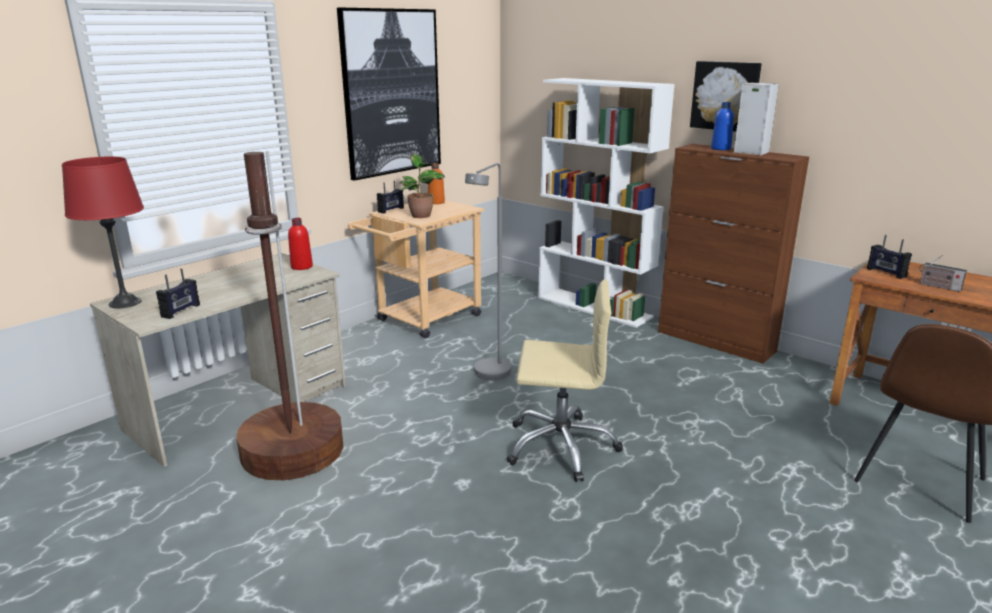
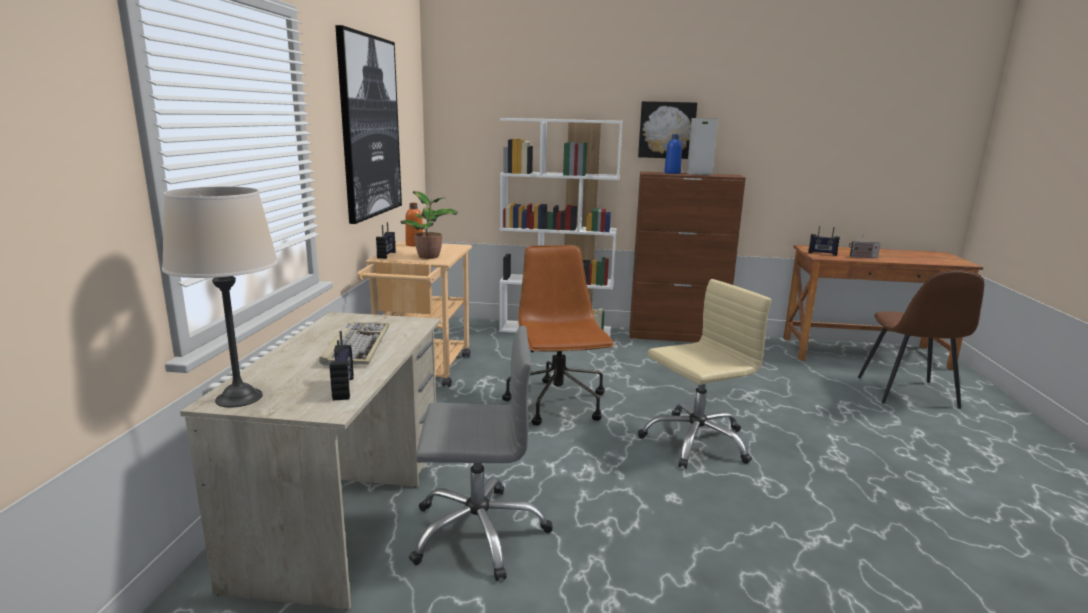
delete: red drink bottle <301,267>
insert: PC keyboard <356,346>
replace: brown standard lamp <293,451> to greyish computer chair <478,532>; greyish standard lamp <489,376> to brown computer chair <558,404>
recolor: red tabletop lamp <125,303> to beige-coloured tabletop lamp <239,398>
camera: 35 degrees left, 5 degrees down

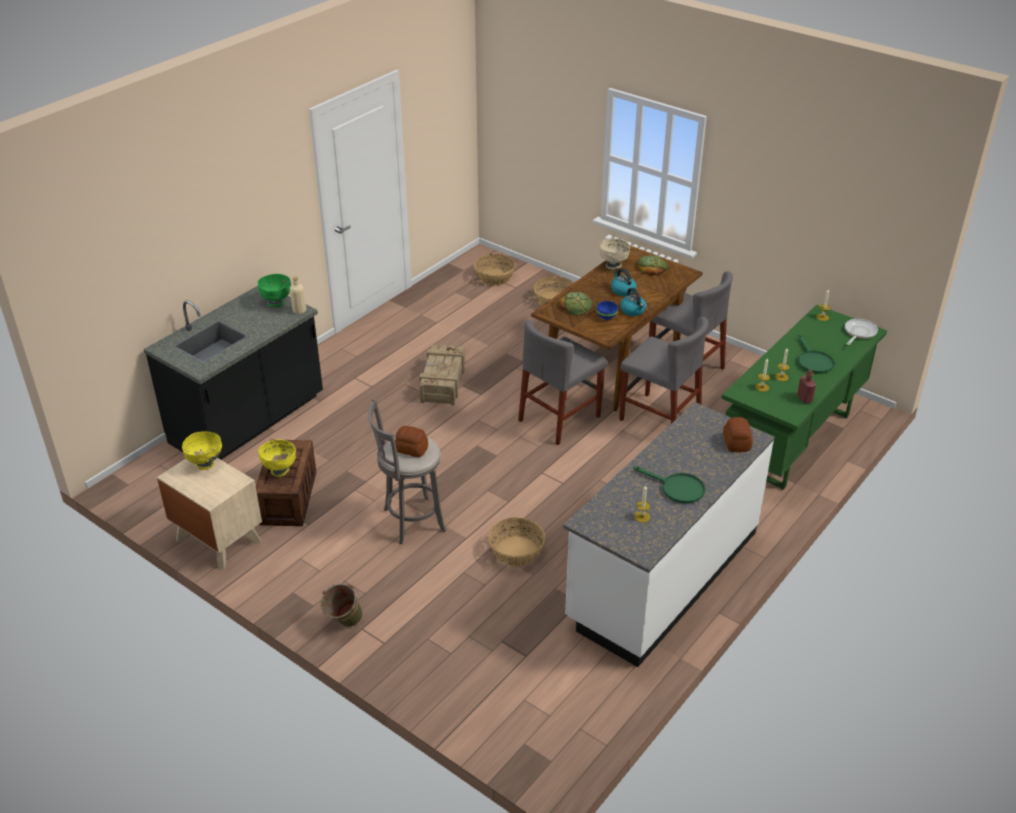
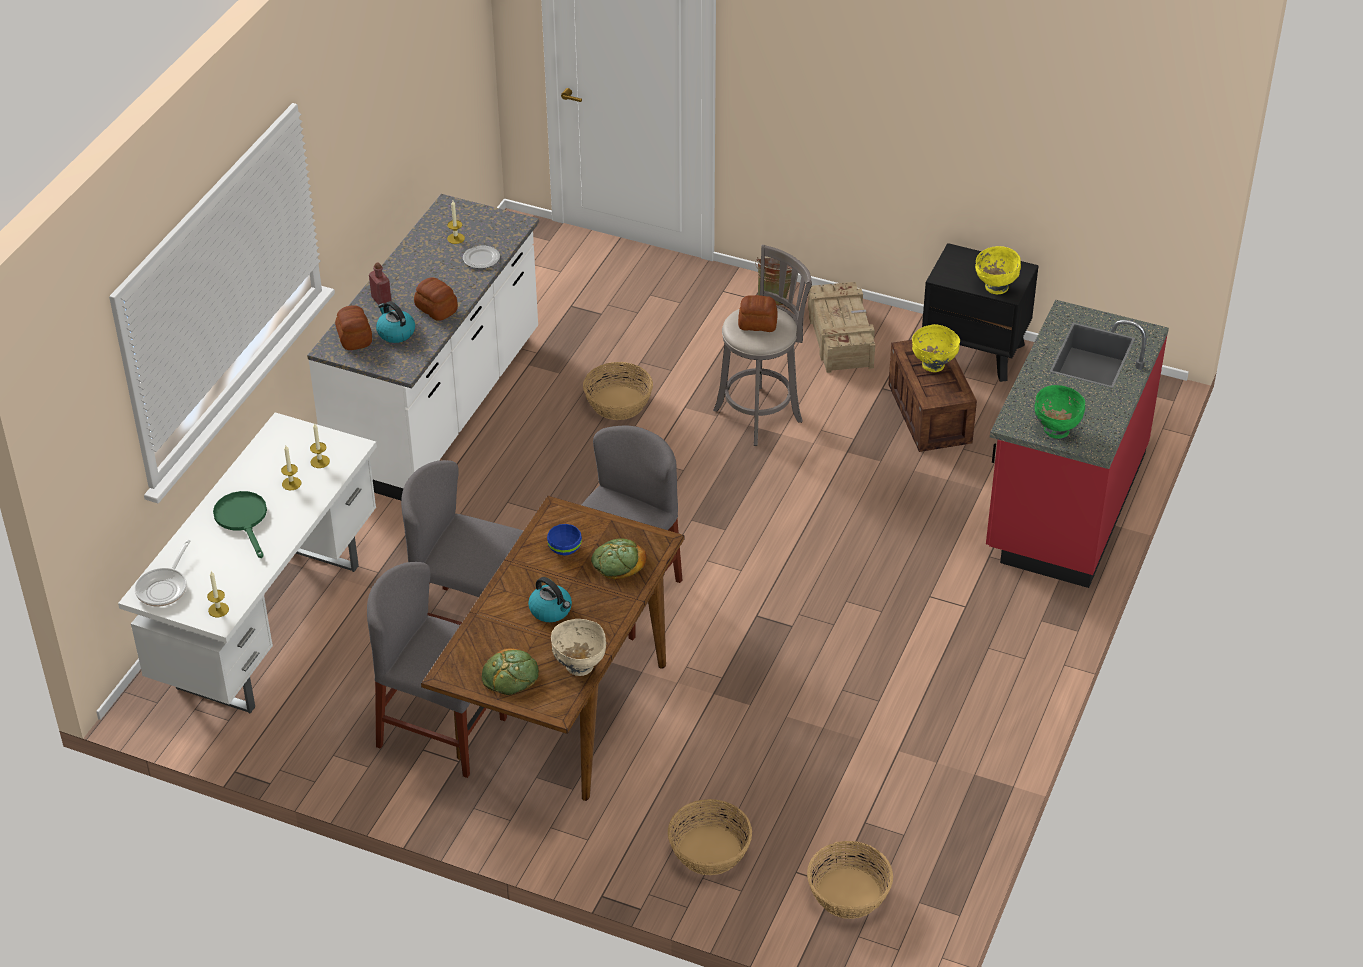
delete: beige-coloured drink bottle <299,311>; greenish frying pan <677,488>
insert: baked bread <436,308>; flat dish <481,259>
move: shipping crate <442,383> to <841,337>; water kettle <633,310> to <395,333>; red drink bottle <804,398> to <381,300>
recolor: black-coloured kitchen base unit <248,422> to red kitchen base unit <1064,504>; beige-coloured night table <218,540> to black-coloured night table <975,352>; greenish desk unit <792,441> to whitish desk unit <268,625>
camera: 165 degrees right, 5 degrees up

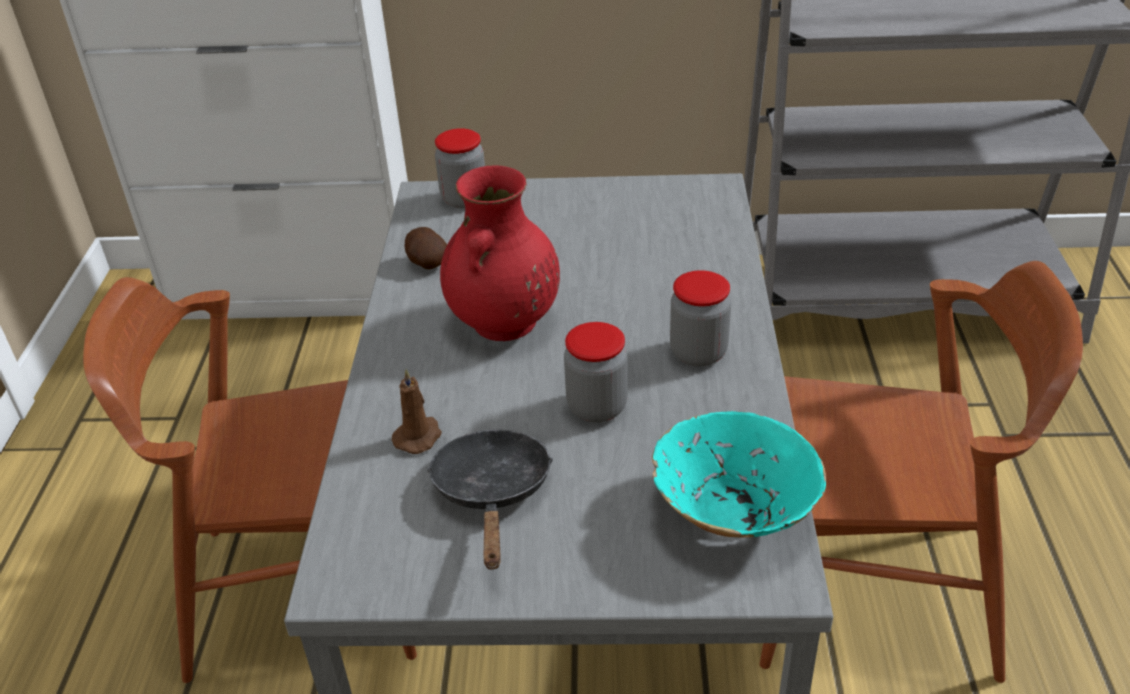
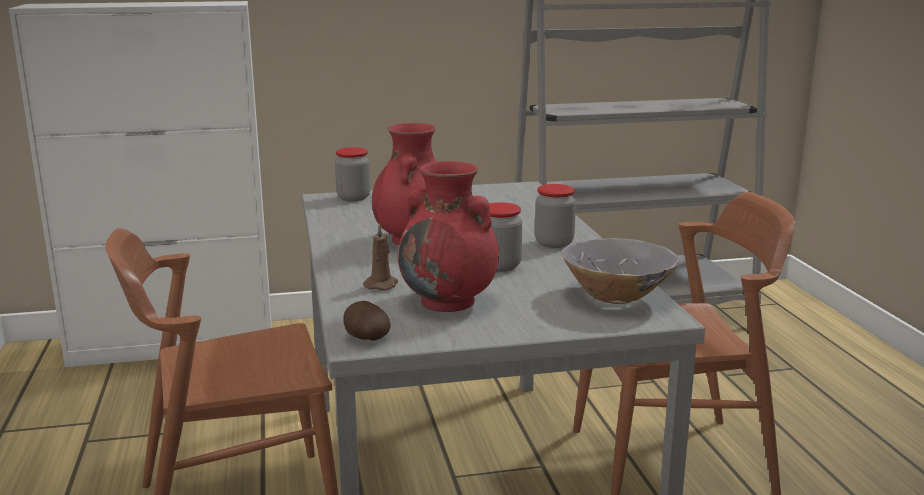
move: potato <426,263> to <365,338>
replace: black-coloured frying pan <493,493> to red flower vase <449,301>
recolor: turquoise serving bowl <732,513> to greyish serving bowl <616,296>
camera: 15 degrees left, 20 degrees down

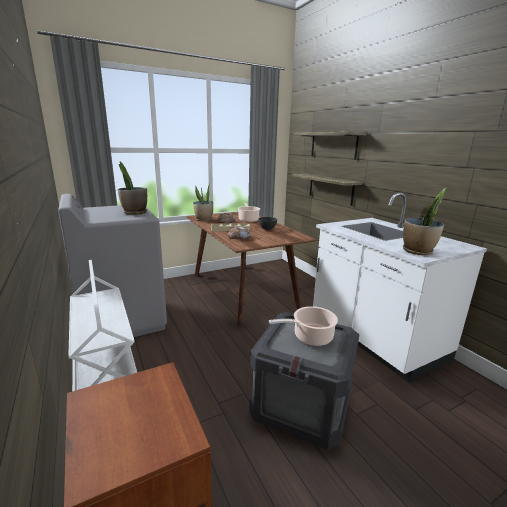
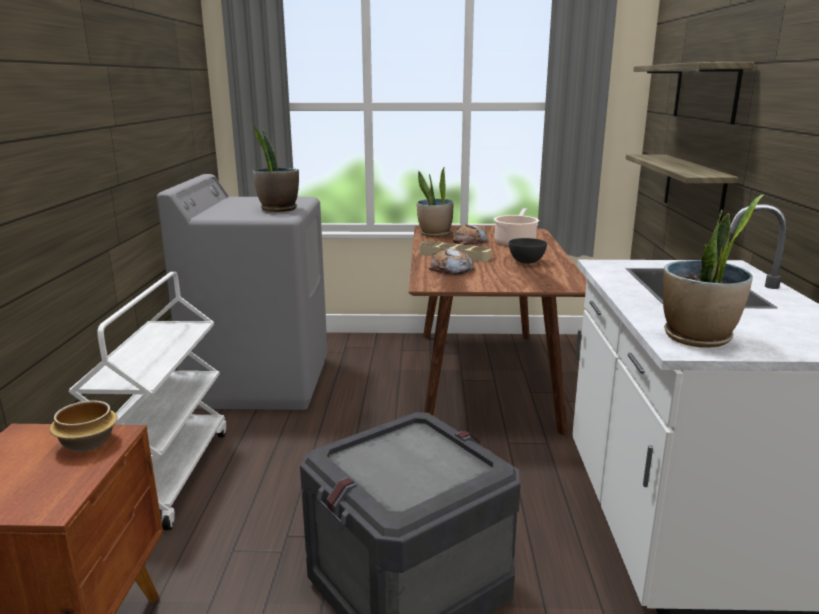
delete: saucepot <310,337>
insert: serving bowl <87,442>
camera: 30 degrees right, 0 degrees up

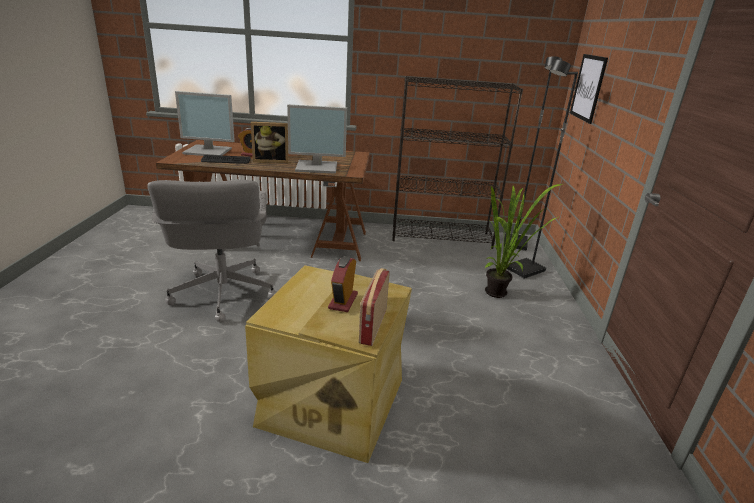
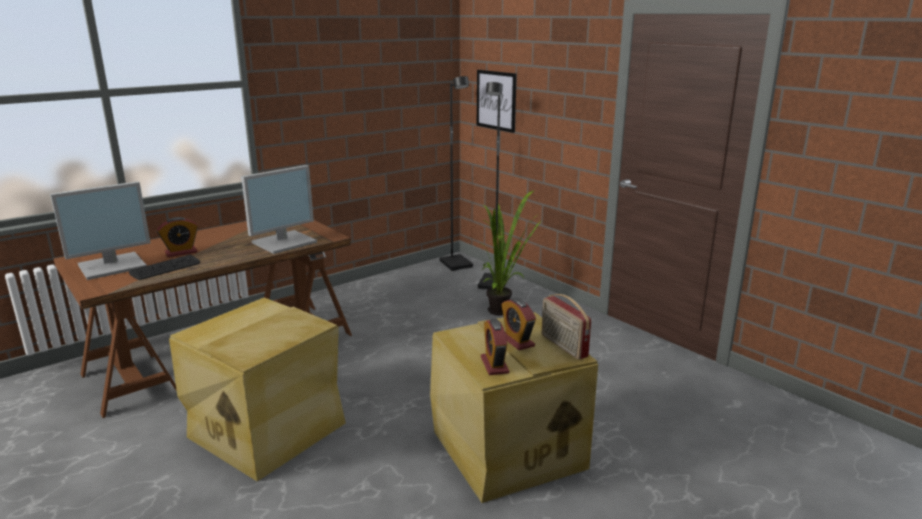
delete: photo frame <271,161>; black-coloured bookcase <441,237>
insert: bedside clock <494,365>
replace: greyish computer chair <222,294> to beige-coloured storage bin <265,430>
camera: 40 degrees left, 5 degrees down

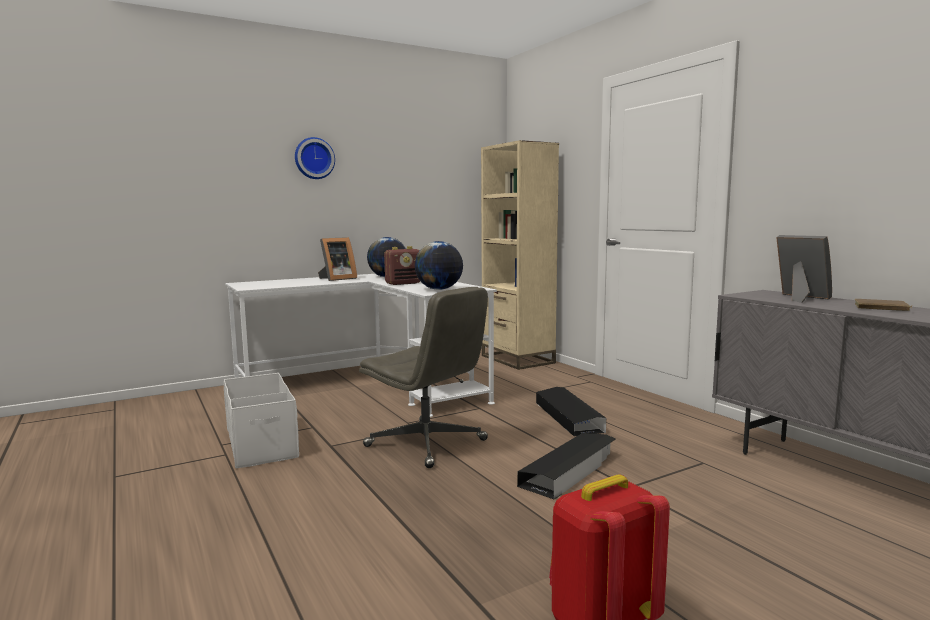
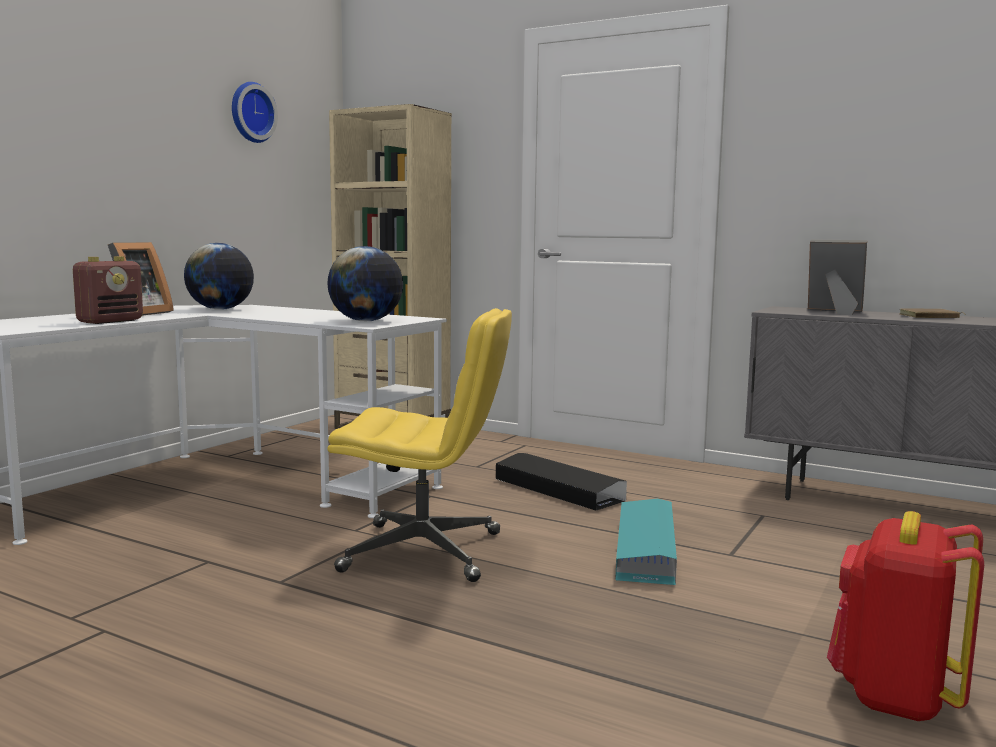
delete: whitish storage bin <262,443>
move: wall clock <314,158> to <250,112>; radio set <403,283> to <111,321>
recolor: greyish computer chair <427,443> to yellow computer chair <425,552>; black-coloured storage bin <570,470> to turquoise storage bin <646,550>
camera: 30 degrees left, 0 degrees up

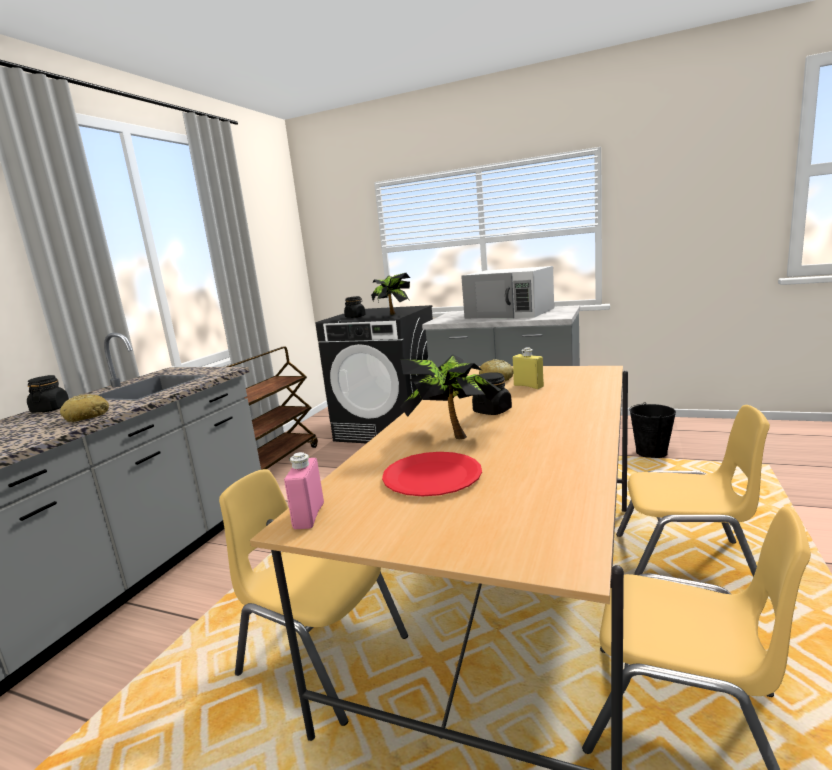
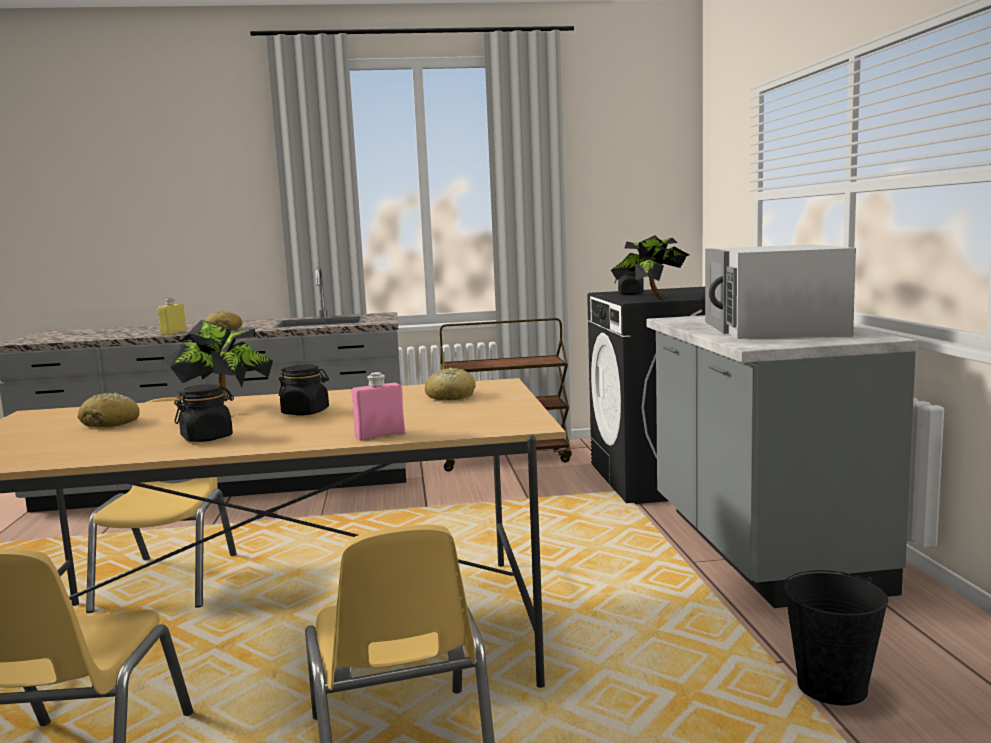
move: black-coloured preserve jar <50,409> to <207,438>; pink drink bottle <309,516> to <380,435>; yellow drink bottle <528,386> to <173,333>
replace: red flat dish <432,476> to baked bread <111,423>
camera: 60 degrees right, 5 degrees down

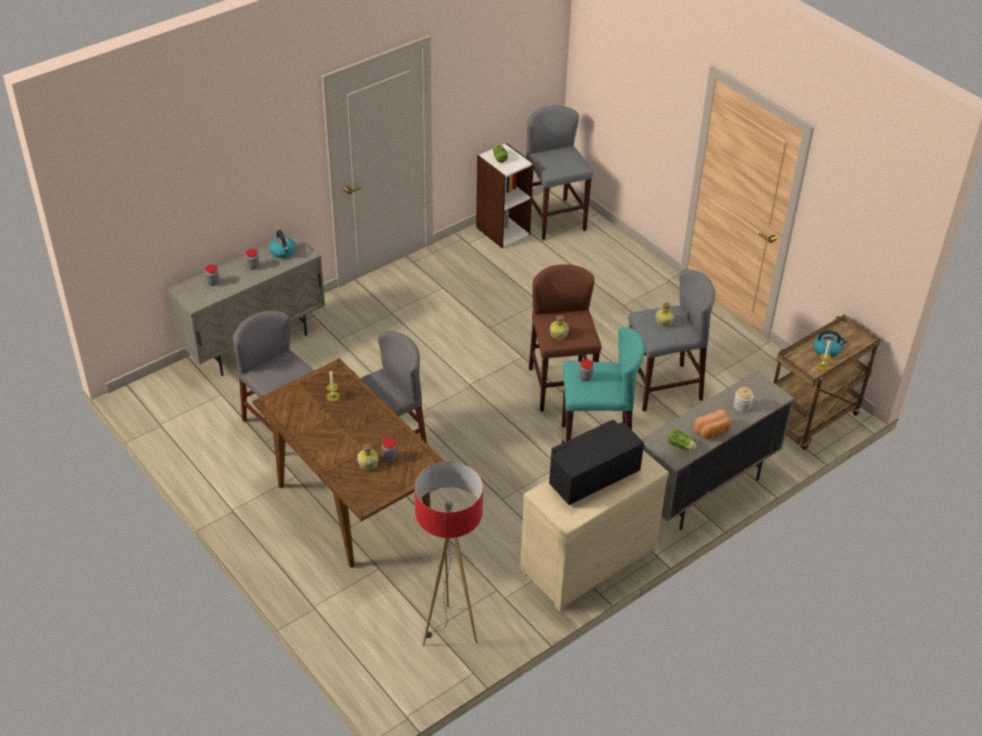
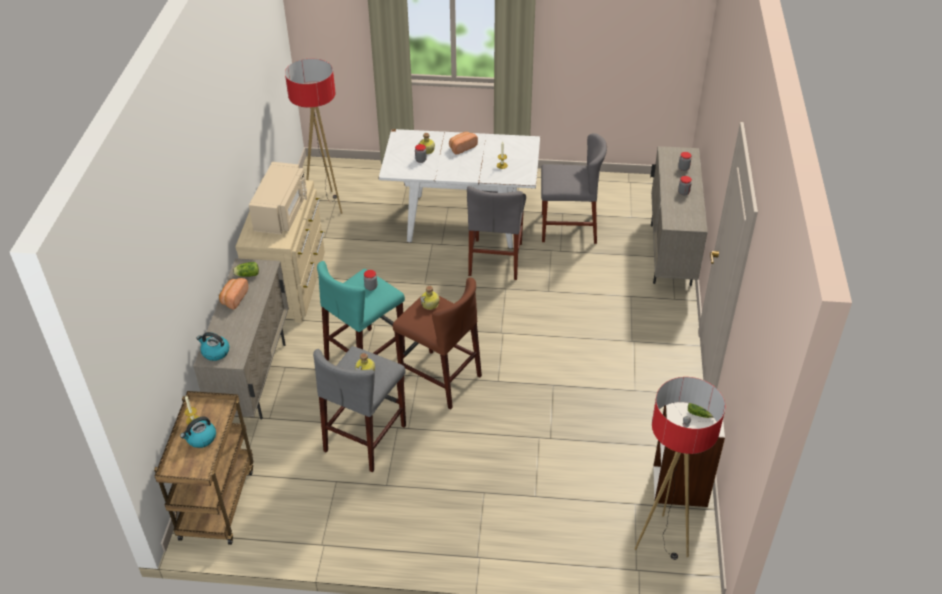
delete: preserve jar <742,406>
insert: baked bread <462,147>
move: water kettle <283,252> to <215,352>
replace: greyish sitting stool <554,219> to standard lamp <662,541>
recolor: brown kitchen table <355,504> to whitish kitchen table <462,221>; black-coloured kitchen microwave <592,476> to beige-coloured kitchen microwave <282,212>
camera: 135 degrees right, 0 degrees up

